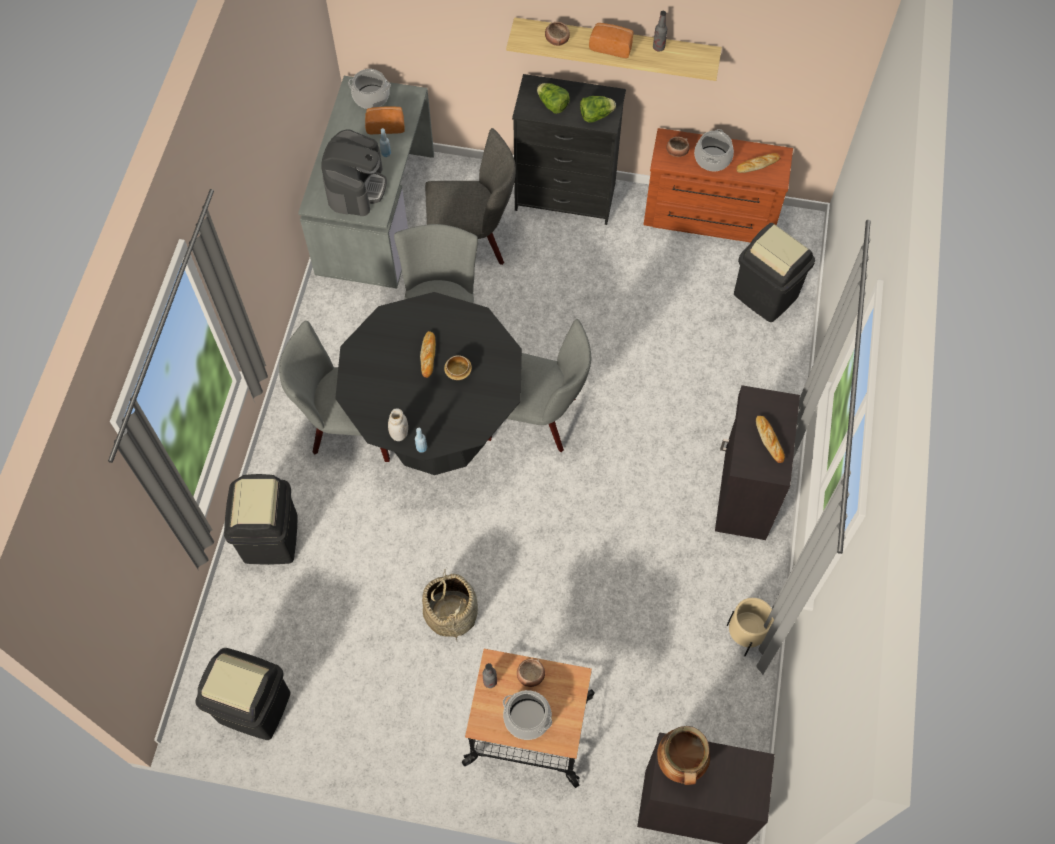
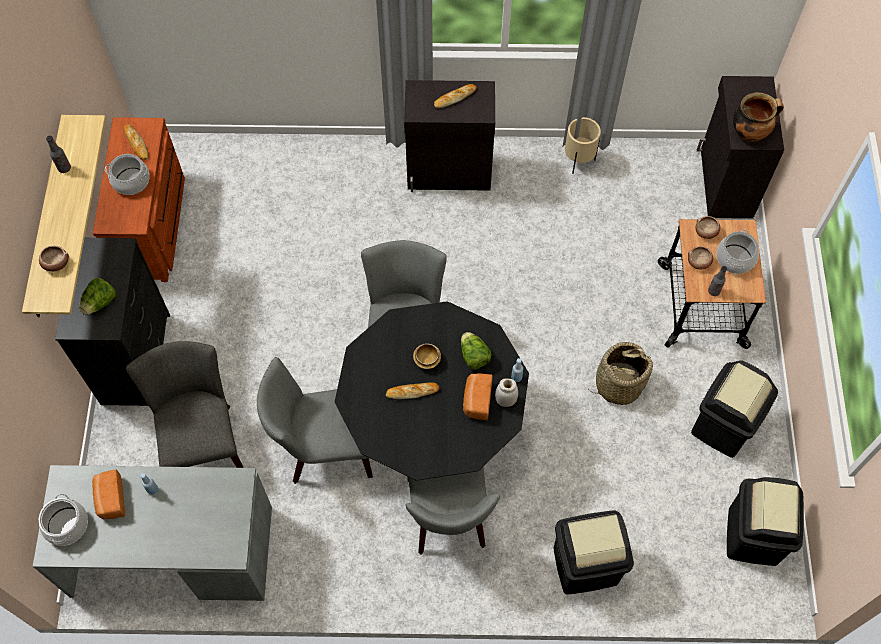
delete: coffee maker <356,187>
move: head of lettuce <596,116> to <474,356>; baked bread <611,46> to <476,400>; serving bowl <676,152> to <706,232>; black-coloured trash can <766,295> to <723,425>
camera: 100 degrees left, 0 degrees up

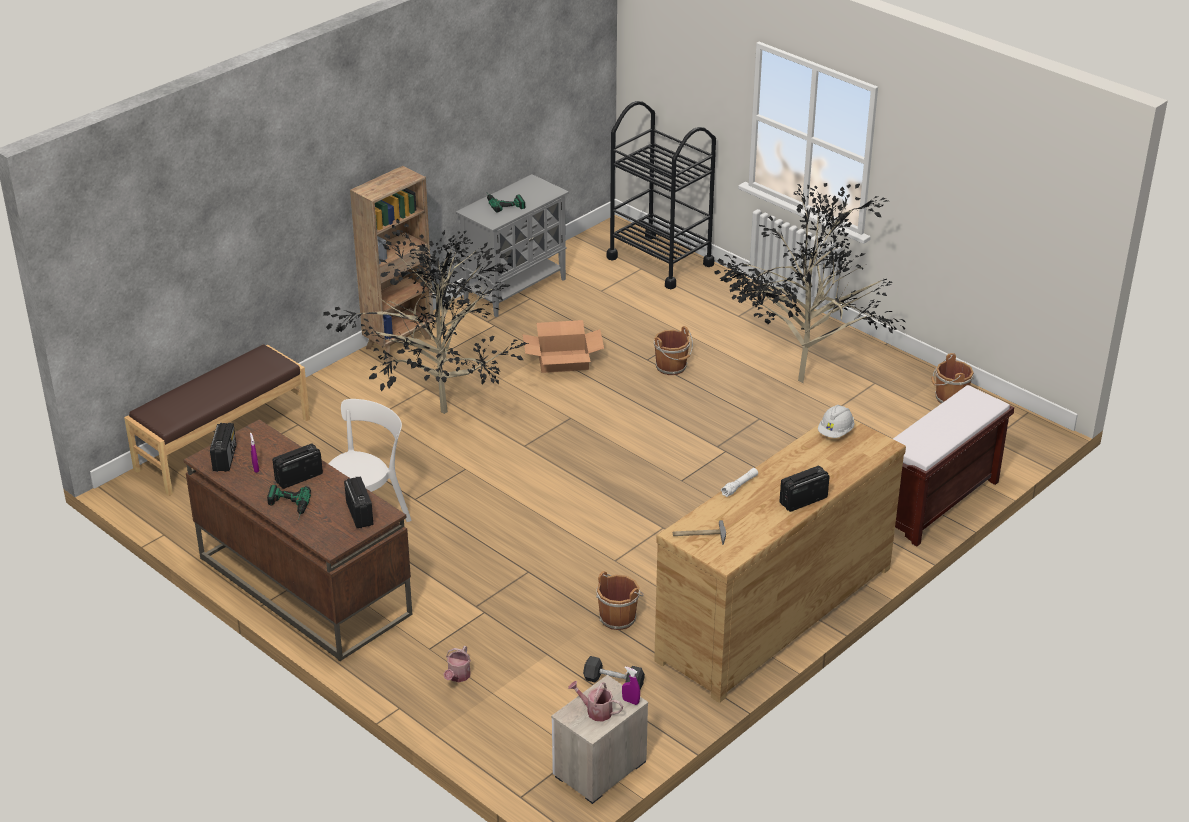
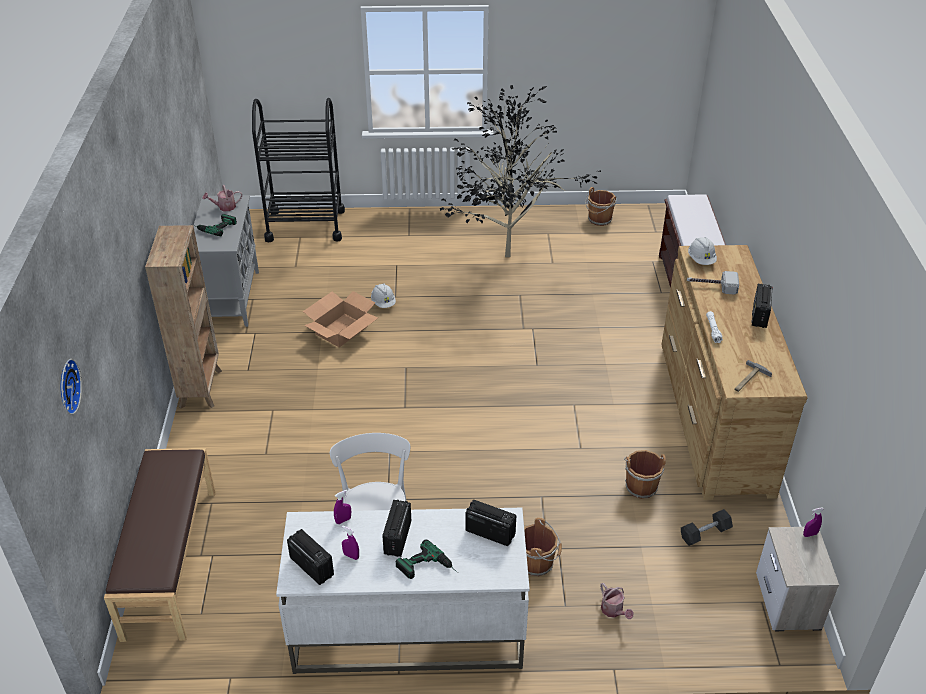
delete: plant in a pot <447,412>
insert: wall clock <66,386>; purple sprayer <343,520>; whitish hard hat <383,303>; tool hammer <711,286>
move: watering can <596,711> to <224,207>; brown bucket <672,367> to <538,563>
recolor: brown desk unit <303,586> to whitish desk unit <407,630>
camera: 45 degrees left, 5 degrees up

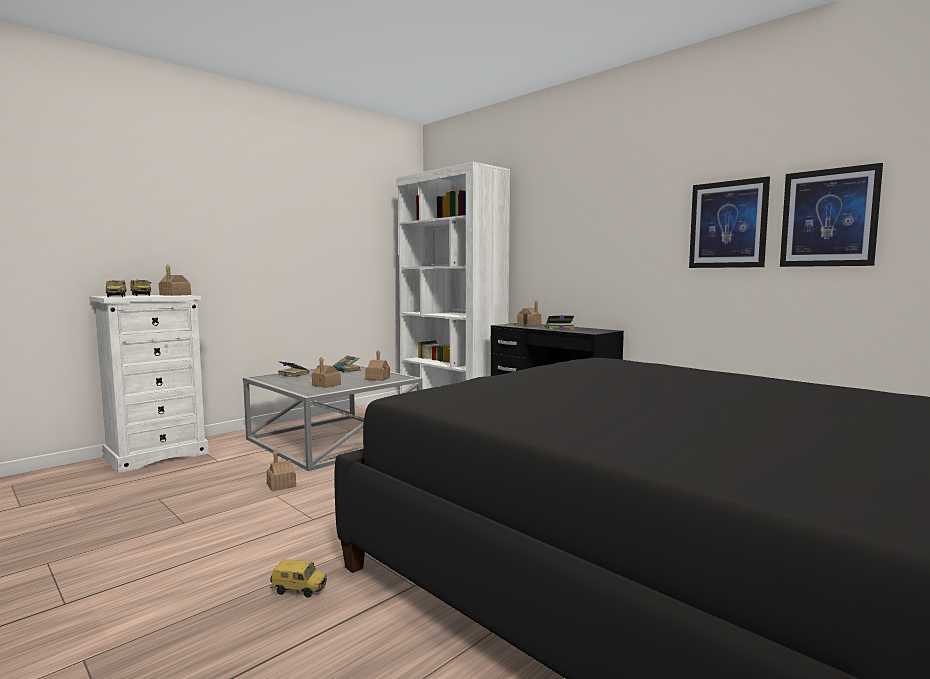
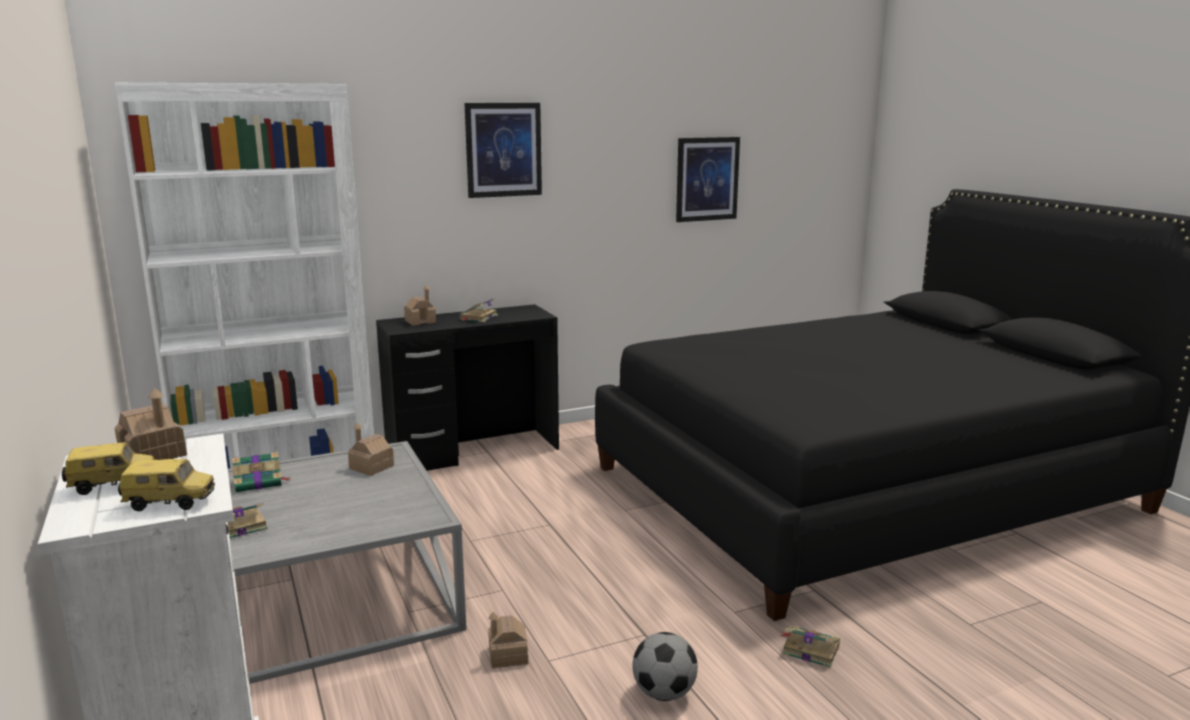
delete: toy house <326,385>
insert: football ball <663,693>
move: wall art <728,224> to <503,150>
replace: toy car <300,590> to volume <809,649>
camera: 70 degrees left, 10 degrees up

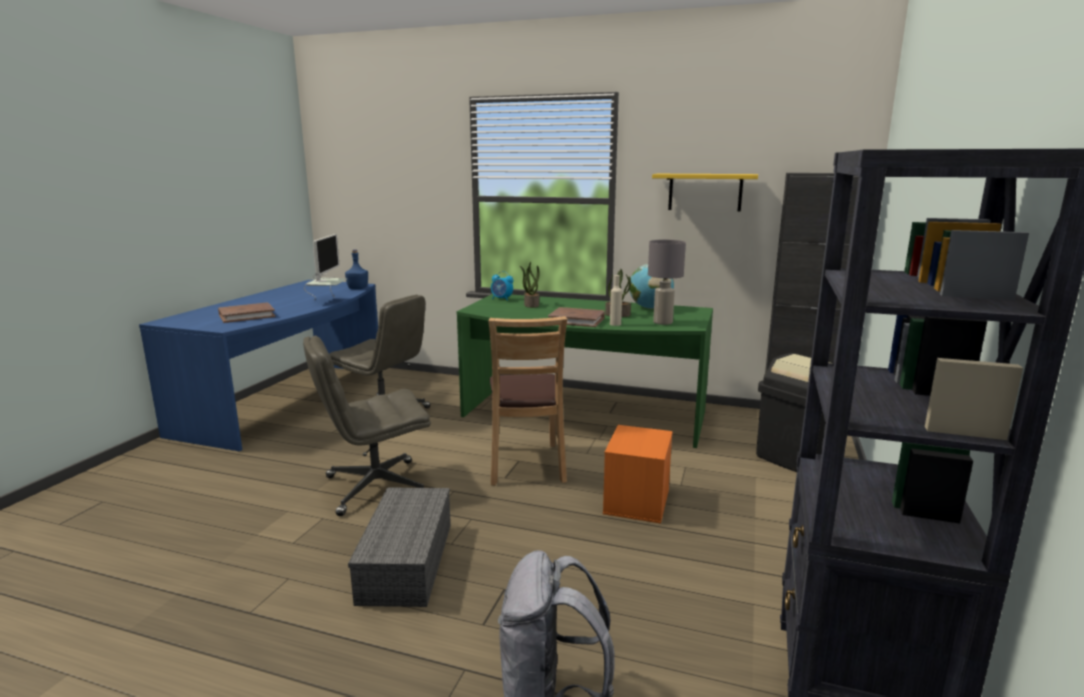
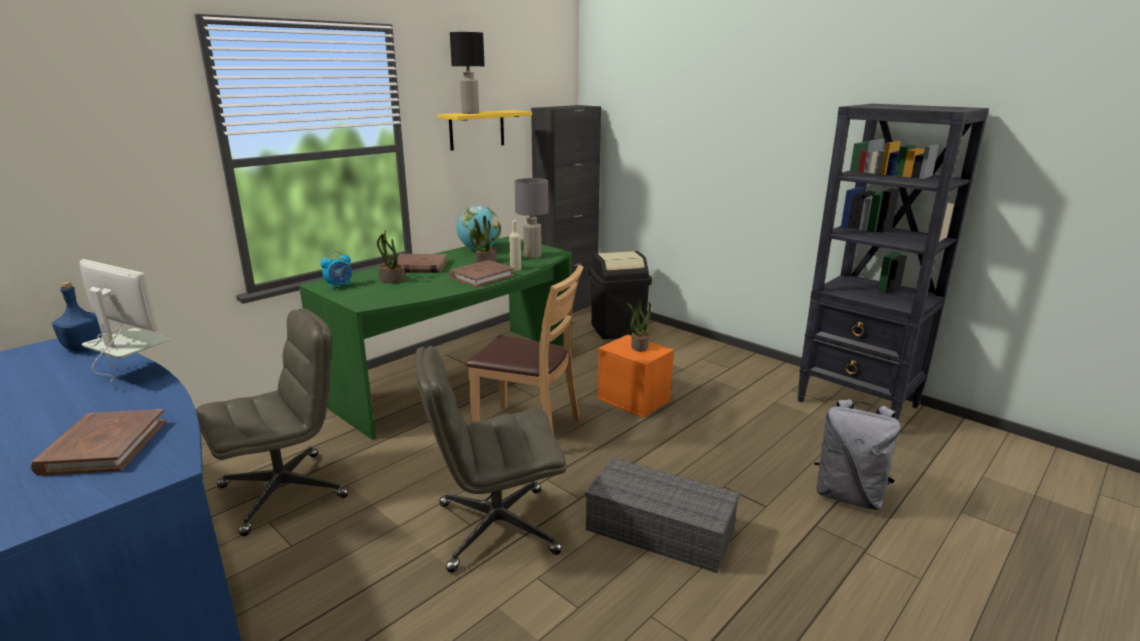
insert: brown volume <420,267>; black-coloured tabletop lamp <470,113>; plant in a pot <639,346>
rotate: greyish computer chair <375,487> = <495,528> 75 degrees clockwise
camera: 65 degrees left, 5 degrees up

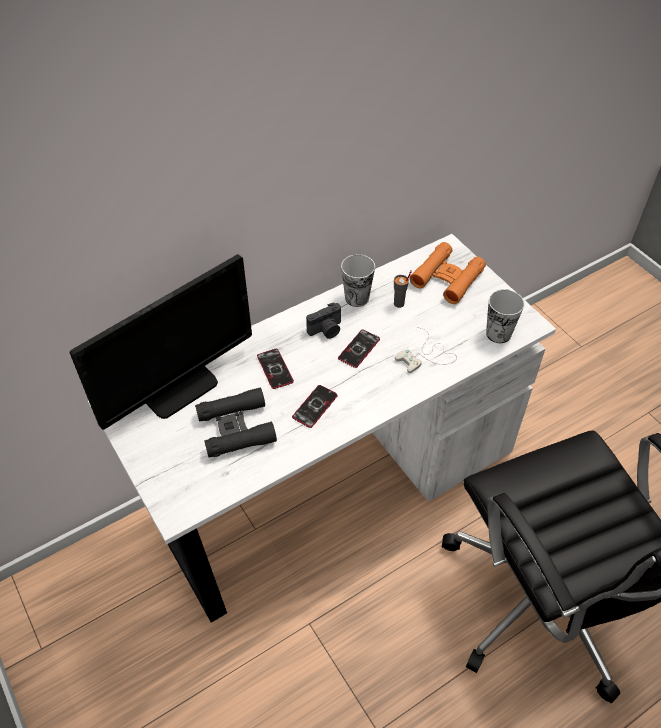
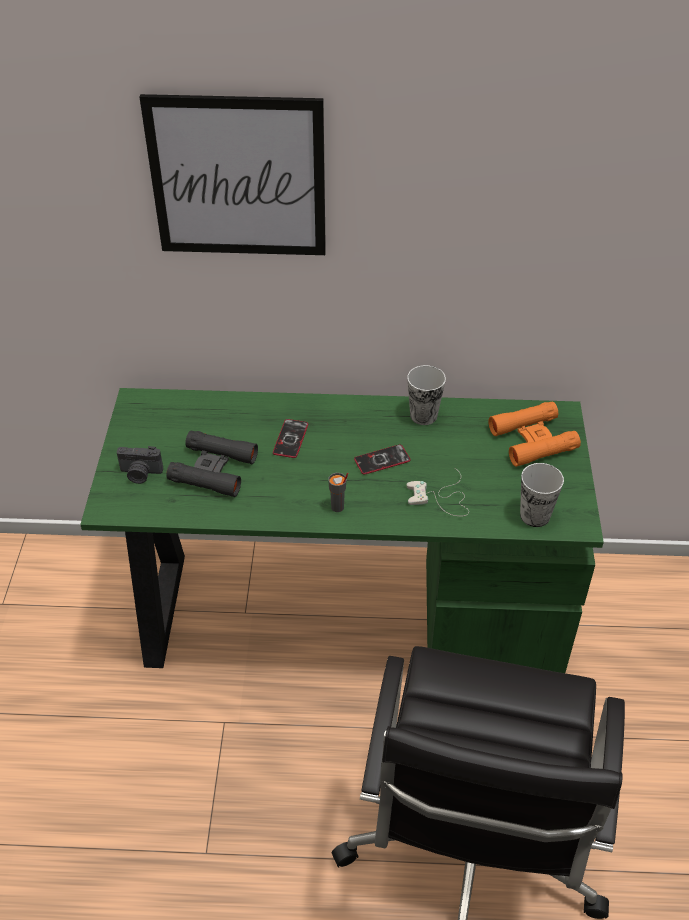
delete: computer screen <179,388>; handset <315,406>
insert: wall art <238,177>
move: photo camera <326,330> to <140,474>; greyish small cup <399,304> to <337,507>
recolor: whitish desk unit <330,485> to greenish desk unit <344,614>
camera: 35 degrees right, 5 degrees down

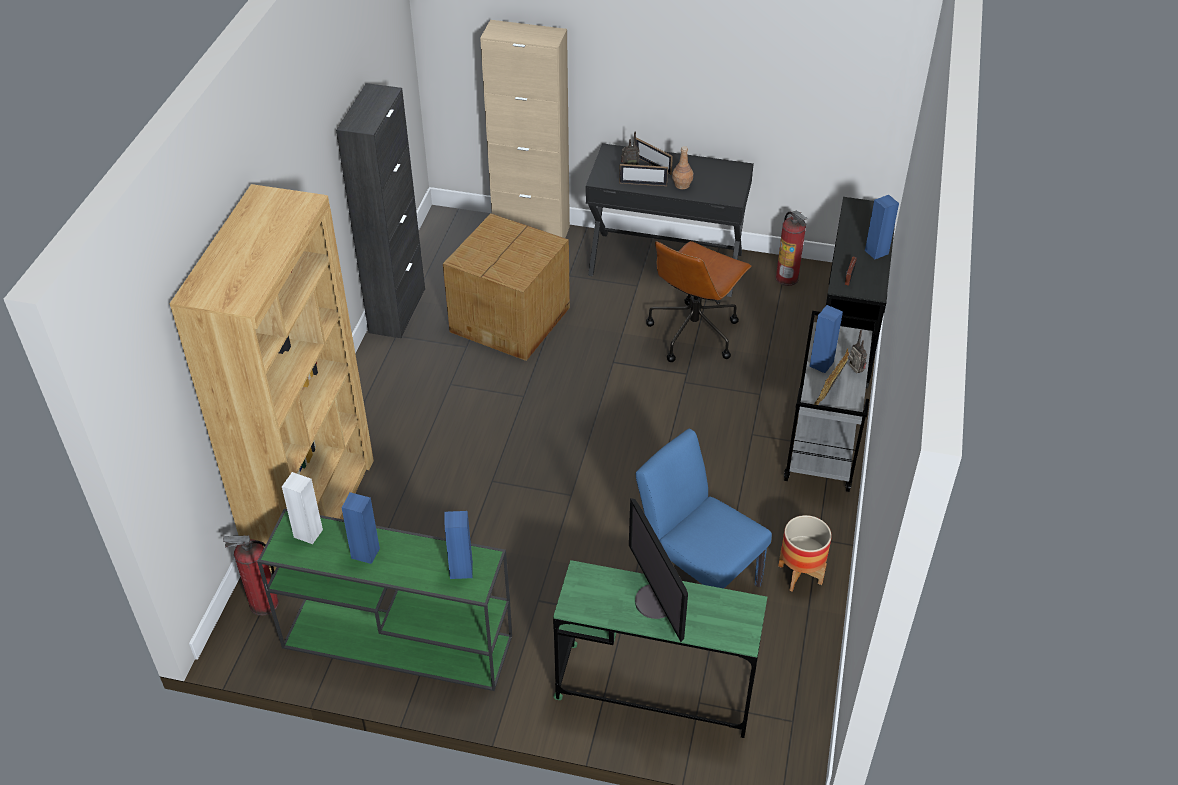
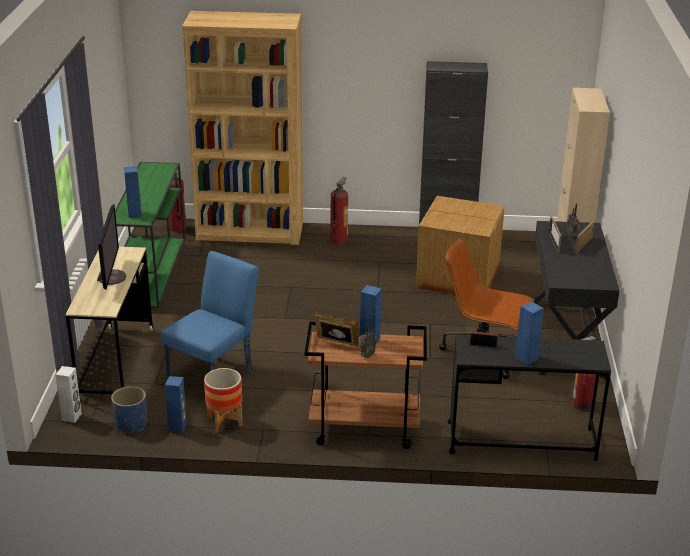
delete: brown drink bottle <682,185>
insert: blue planter <131,424>; extinguisher <338,240>
move: whitish speaker <308,533> to <72,417>; blue speaker <365,553> to <178,427>
recolor: greenish desk unit <655,690> to beige-coloured desk unit <116,363>; greyish trolley <822,450> to brown trolley <363,430>
rotate: computer screen <657,602> = <111,277> 120 degrees clockwise
camera: 80 degrees right, 15 degrees down

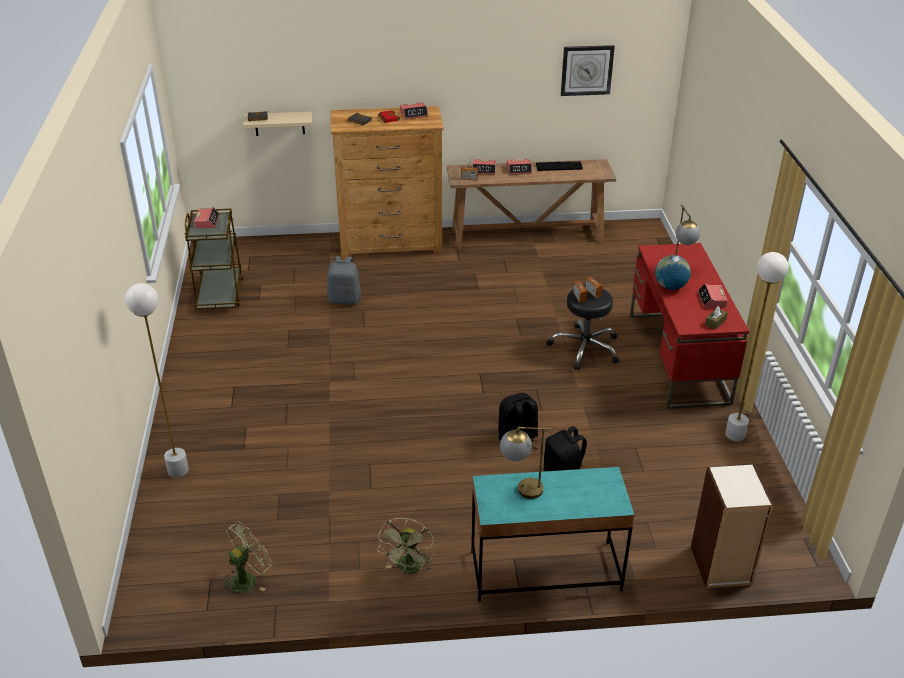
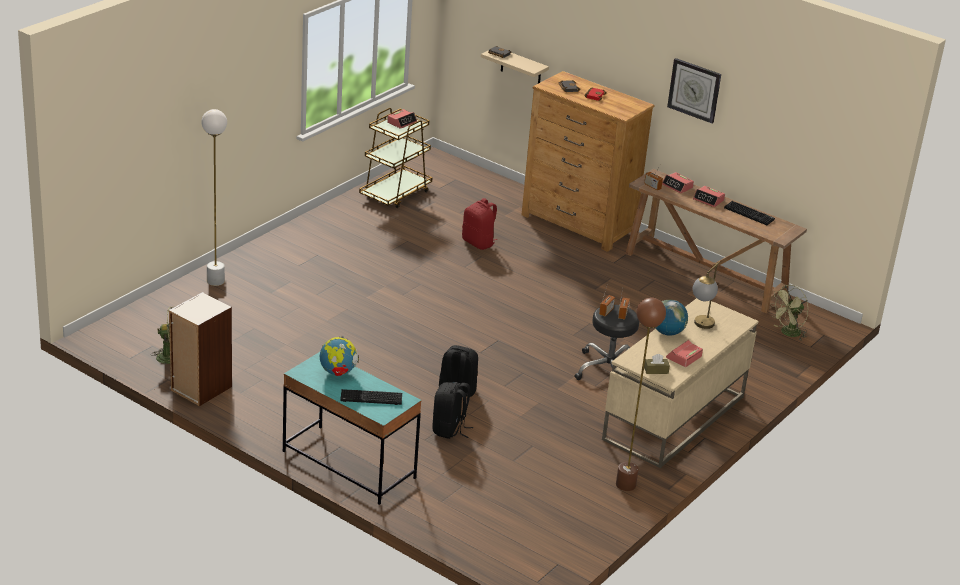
delete: bedside clock <414,114>
insert: PC keyboard <370,398>
move: greenish electric fan <409,569> to <787,333>; wall clock <587,70> to <694,90>; bookcase <720,566> to <200,389>
replace: tabletop lamp <520,489> to world globe <338,372>
recolor: greyish knapsack <345,300> to red knapsack <479,243>; red desk unit <678,359> to beige-coloured desk unit <673,418>; whitish standard lamp <735,435> to brown standard lamp <626,485>
camera: 40 degrees right, 5 degrees down

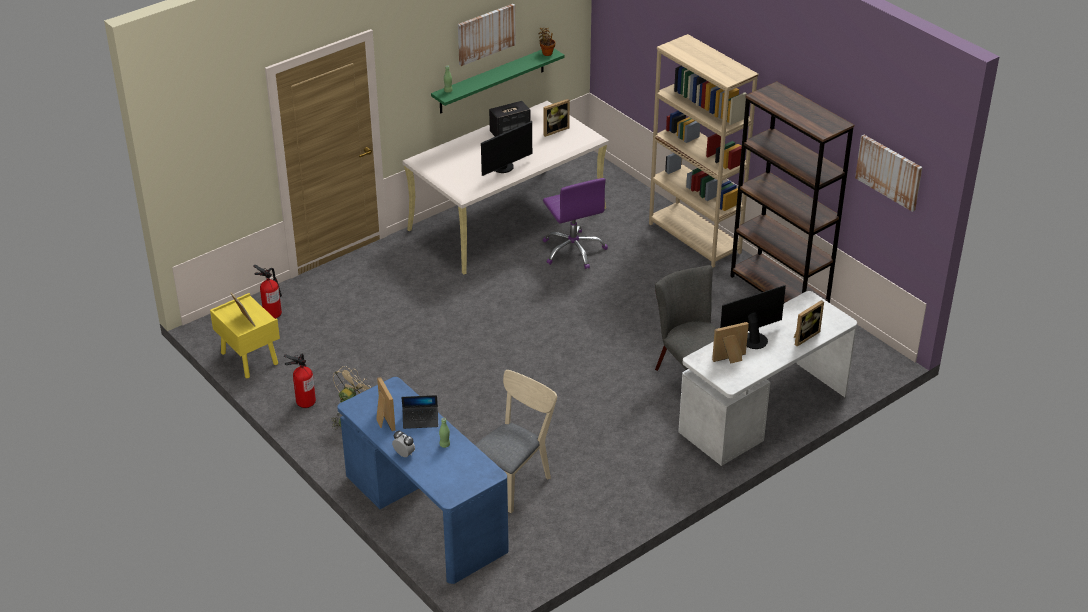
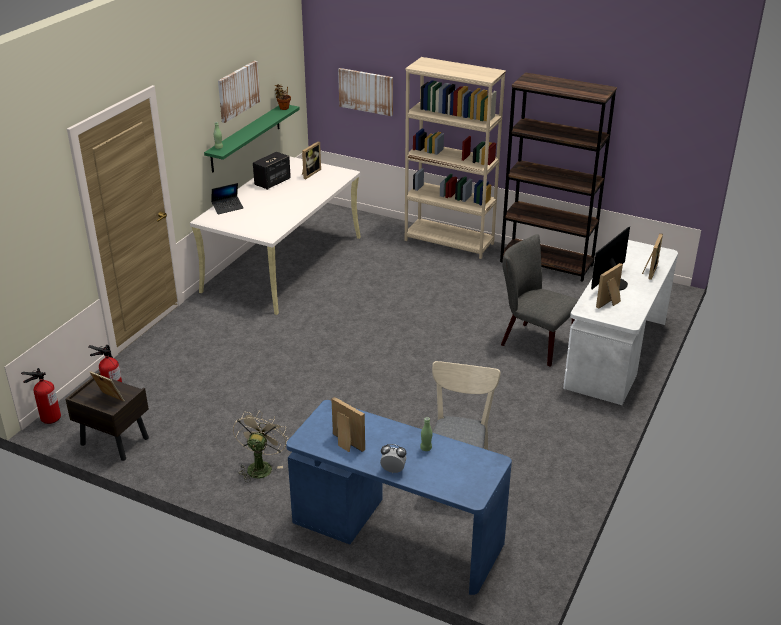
delete: computer screen <504,168>; purple computer chair <573,250>
move: extinguisher <305,401> to <49,418>; portable computer <420,420> to <227,208>; wall art <889,172> to <366,91>
recolor: yellow night table <249,358> to brown night table <114,441>
camera: 25 degrees left, 5 degrees down

